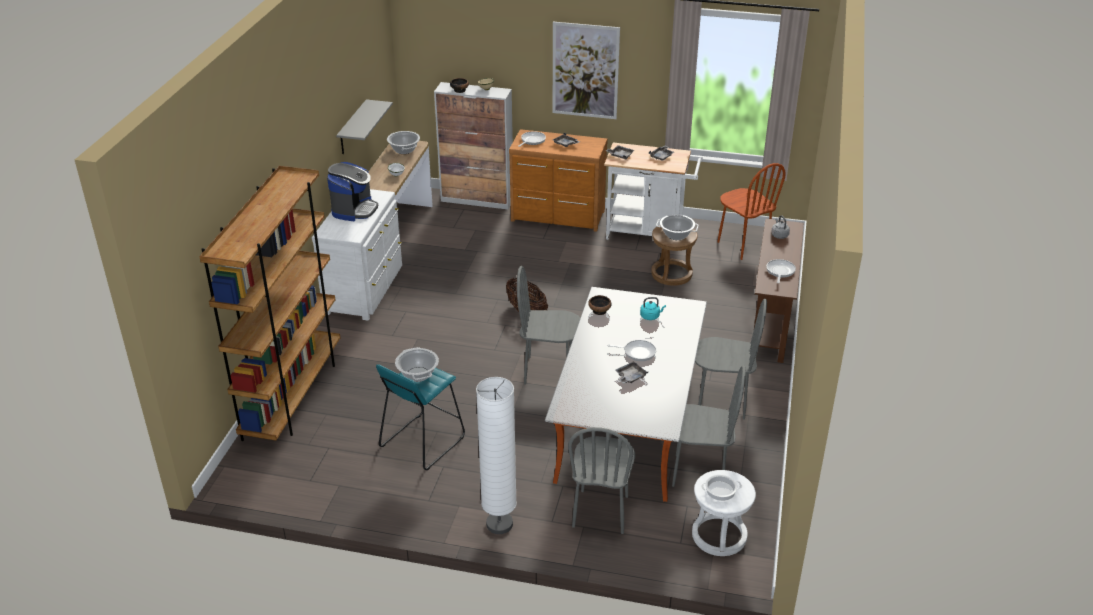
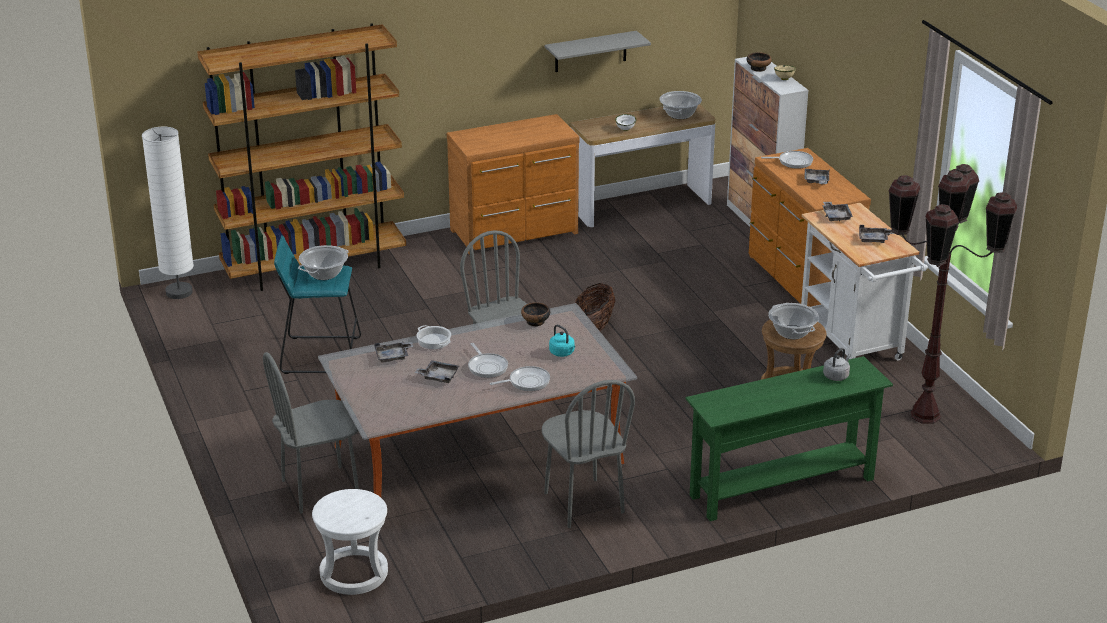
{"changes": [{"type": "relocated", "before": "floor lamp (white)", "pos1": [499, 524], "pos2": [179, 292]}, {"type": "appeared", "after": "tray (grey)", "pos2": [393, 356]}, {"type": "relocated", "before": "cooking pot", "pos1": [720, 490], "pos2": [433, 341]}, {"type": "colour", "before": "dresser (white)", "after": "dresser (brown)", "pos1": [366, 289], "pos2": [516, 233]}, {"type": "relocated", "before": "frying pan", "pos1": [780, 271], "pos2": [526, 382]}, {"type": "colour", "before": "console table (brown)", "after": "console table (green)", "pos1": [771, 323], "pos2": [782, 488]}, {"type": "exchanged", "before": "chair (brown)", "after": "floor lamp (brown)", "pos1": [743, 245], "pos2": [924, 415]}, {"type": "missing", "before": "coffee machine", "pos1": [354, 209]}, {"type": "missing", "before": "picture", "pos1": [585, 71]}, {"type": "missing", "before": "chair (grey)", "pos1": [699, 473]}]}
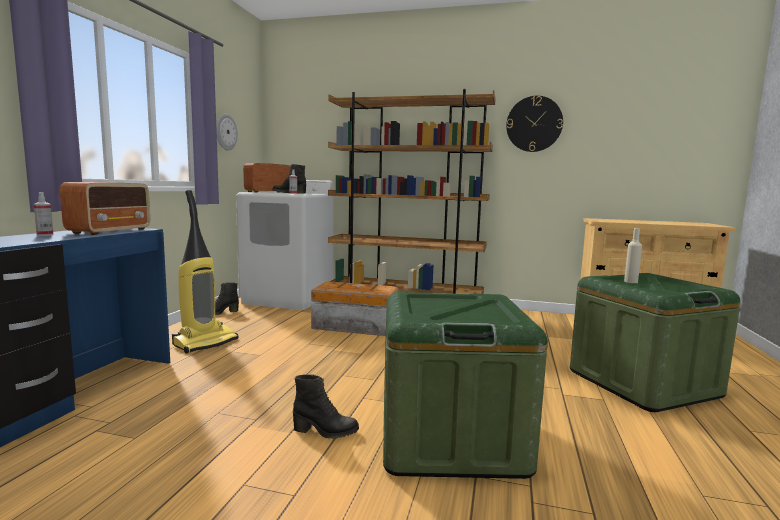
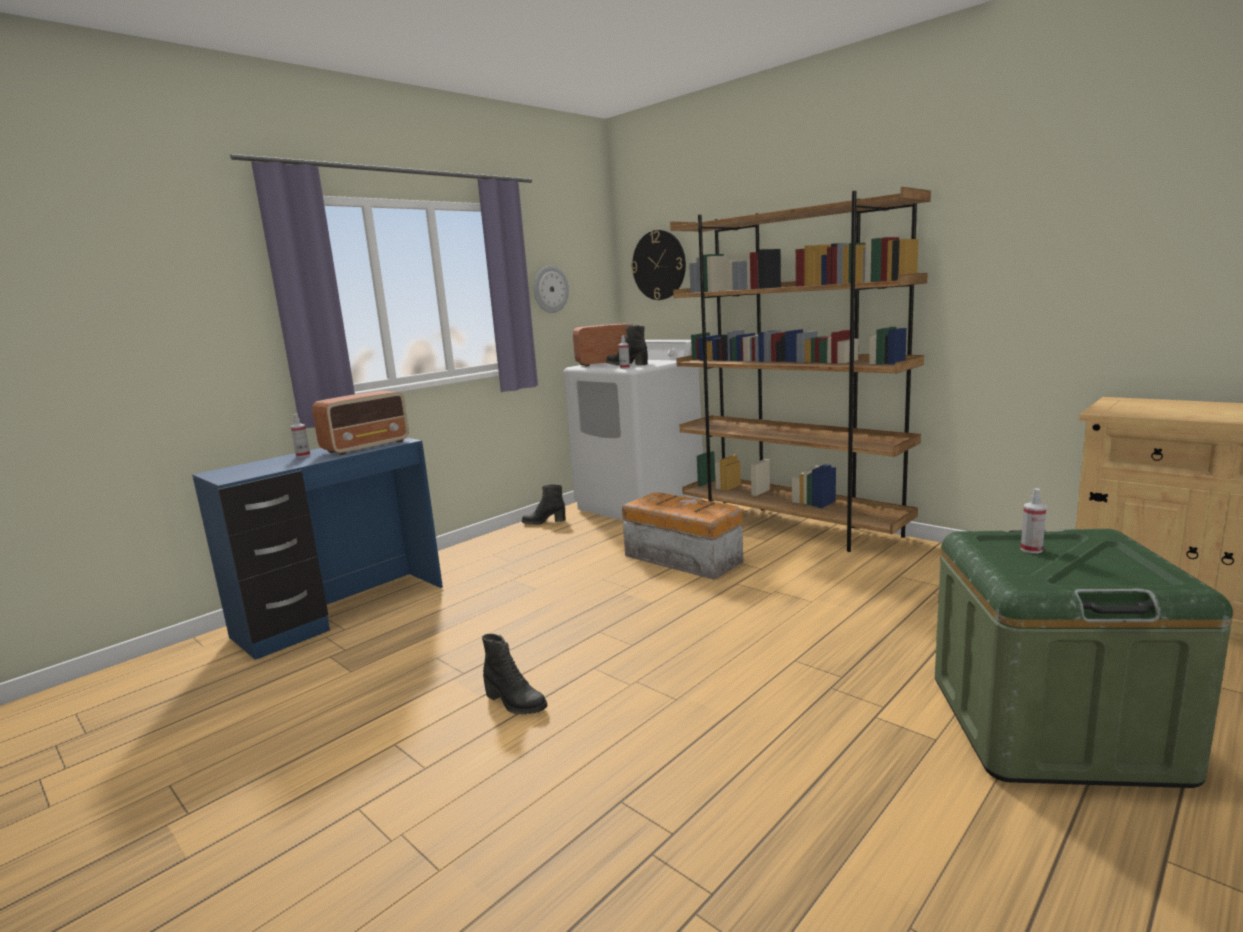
{"changes": [{"type": "relocated", "before": "wall clock", "pos1": [534, 124], "pos2": [659, 265]}, {"type": "exchanged", "before": "bottle (beige)", "after": "spray bottle", "pos1": [630, 282], "pos2": [1031, 549]}, {"type": "missing", "before": "vacuum cleaner", "pos1": [205, 342]}, {"type": "missing", "before": "storage box (green)", "pos1": [450, 437]}]}
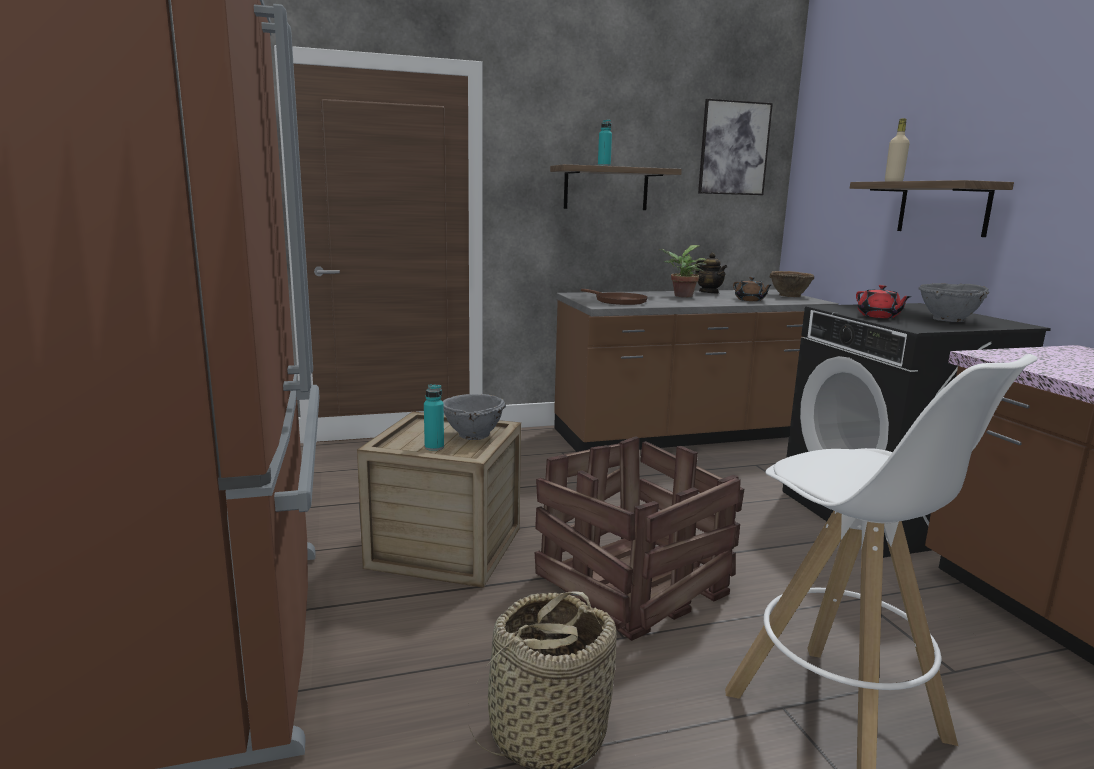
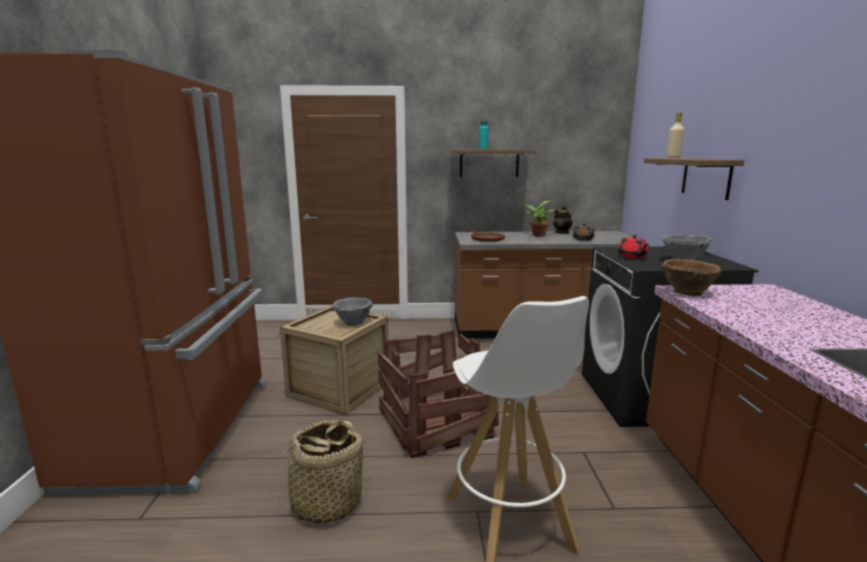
{"changes": [{"type": "relocated", "before": "bowl (brown)", "pos1": [789, 296], "pos2": [687, 292]}, {"type": "missing", "before": "bottle (turquoise)", "pos1": [434, 447]}, {"type": "missing", "before": "picture", "pos1": [734, 148]}]}
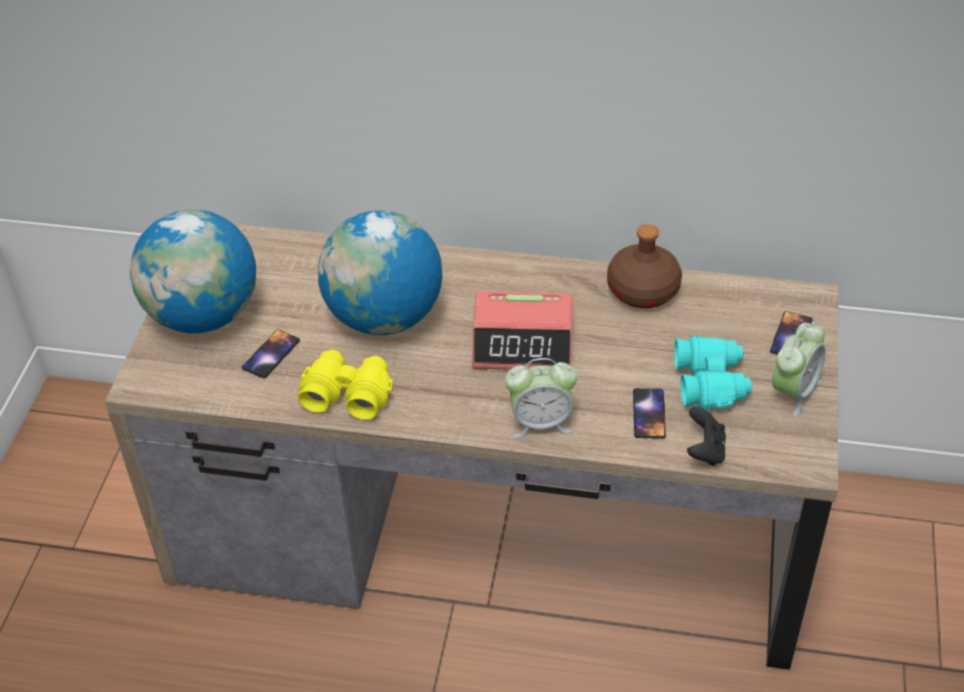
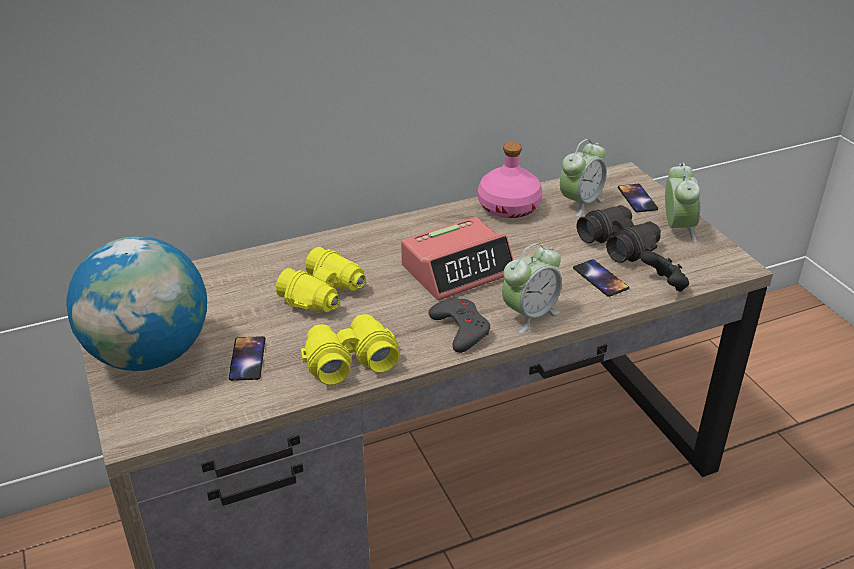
{"changes": [{"type": "exchanged", "before": "globe", "after": "binoculars (yellow)", "pos1": [384, 317], "pos2": [325, 294]}, {"type": "appeared", "after": "game controller (grey)", "pos2": [460, 329]}, {"type": "colour", "before": "bottle (brown)", "after": "bottle (pink)", "pos1": [643, 290], "pos2": [509, 207]}, {"type": "appeared", "after": "alarm clock", "pos2": [580, 203]}, {"type": "colour", "before": "binoculars (turquoise)", "after": "binoculars (black)", "pos1": [710, 382], "pos2": [619, 243]}]}
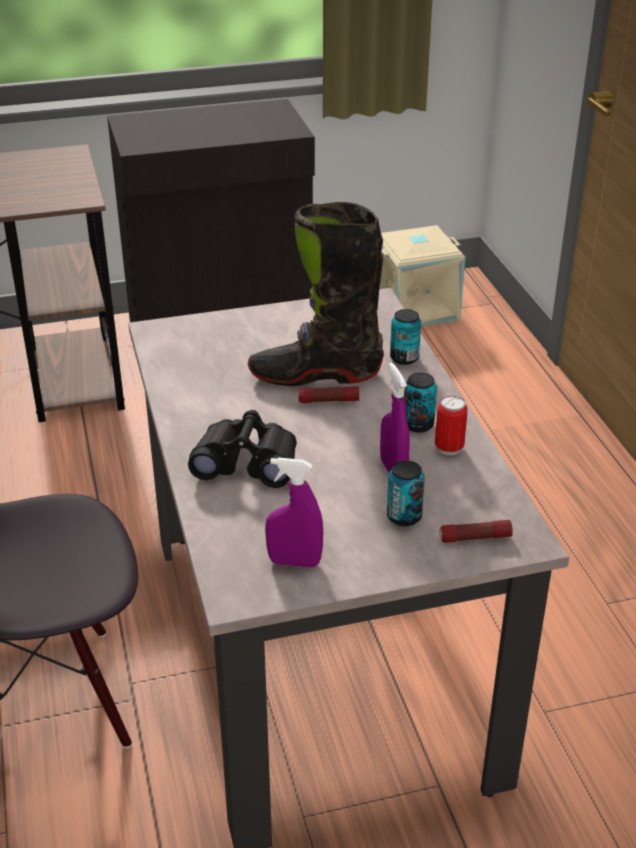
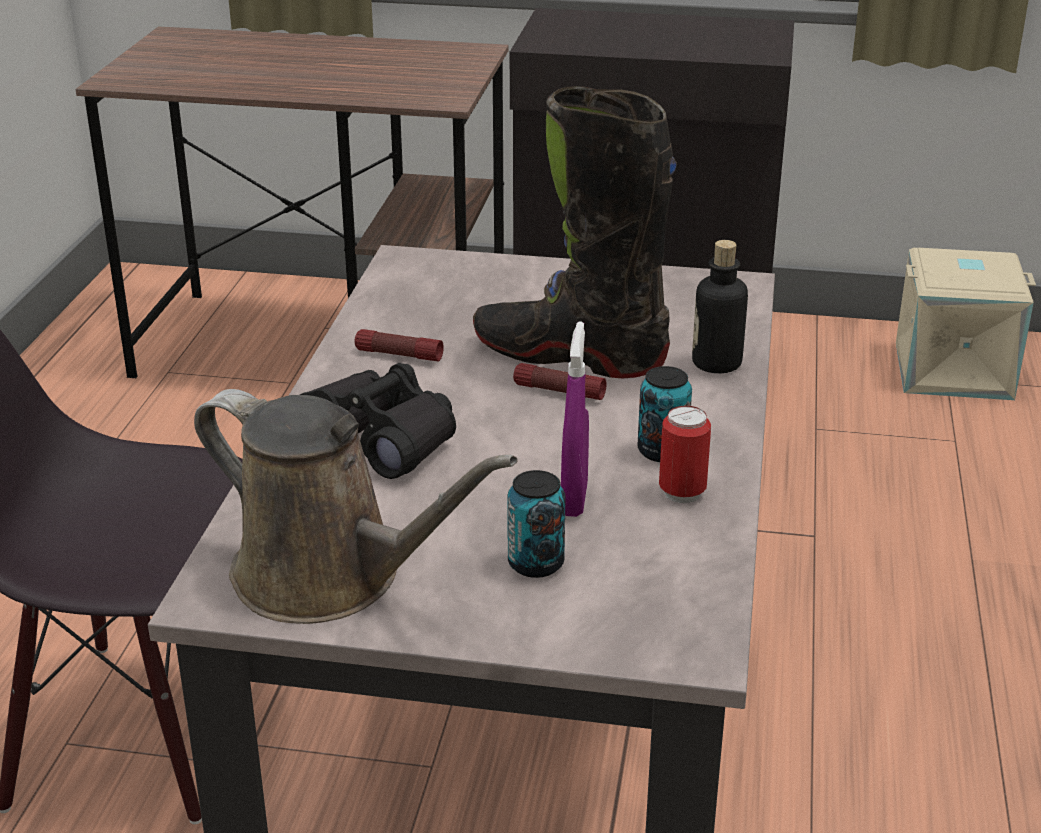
{"changes": [{"type": "exchanged", "before": "spray bottle (purple)", "after": "watering can (brown)", "pos1": [294, 562], "pos2": [330, 578]}, {"type": "relocated", "before": "flashlight", "pos1": [475, 538], "pos2": [399, 355]}, {"type": "exchanged", "before": "can", "after": "bottle", "pos1": [404, 358], "pos2": [716, 363]}]}
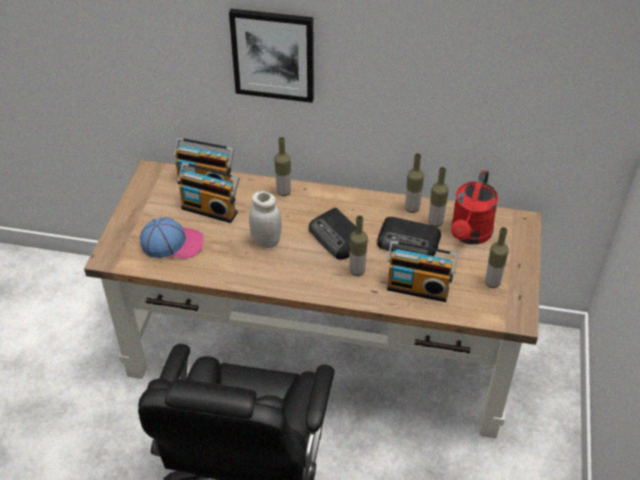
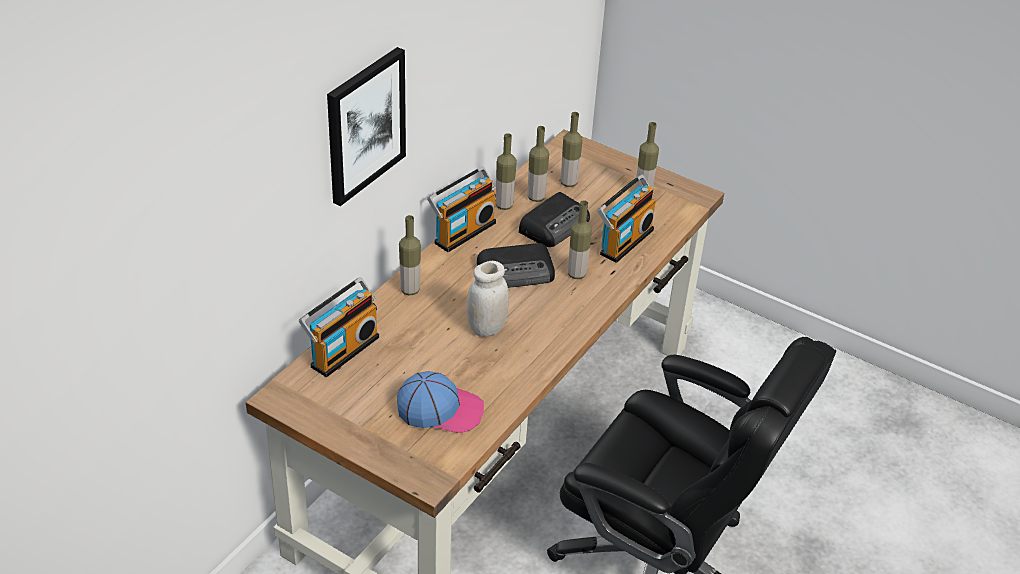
{"changes": [{"type": "spun", "before": "cap", "pos1": [172, 243], "pos2": [440, 409], "turn": 75}, {"type": "relocated", "before": "radio", "pos1": [210, 209], "pos2": [462, 231]}, {"type": "exchanged", "before": "watering can (red)", "after": "bottle", "pos1": [469, 235], "pos2": [568, 183]}]}
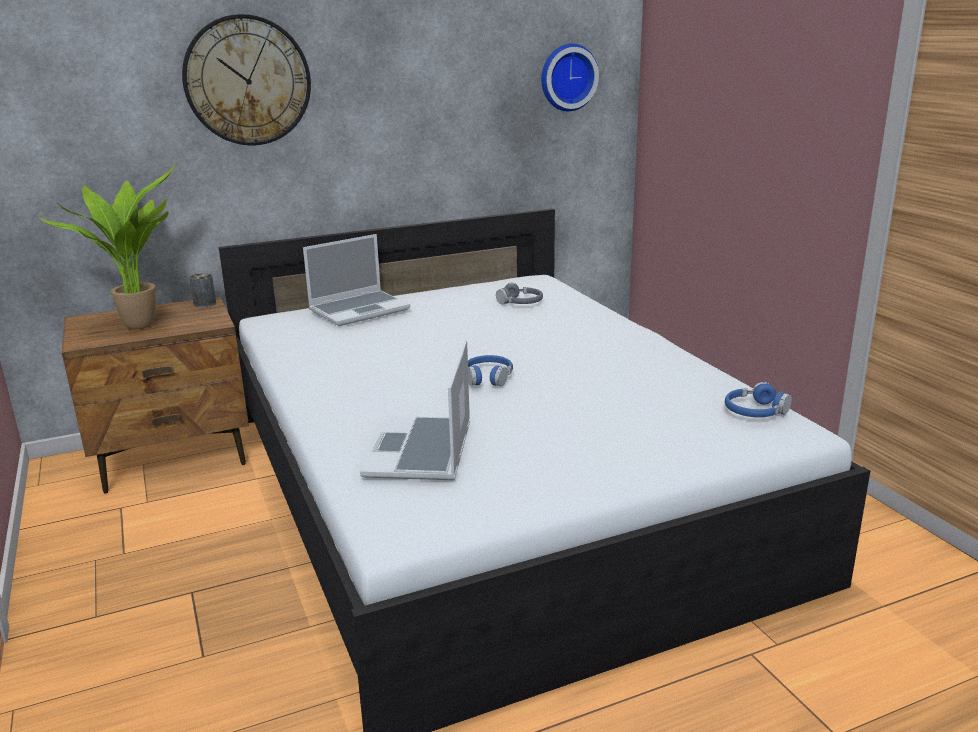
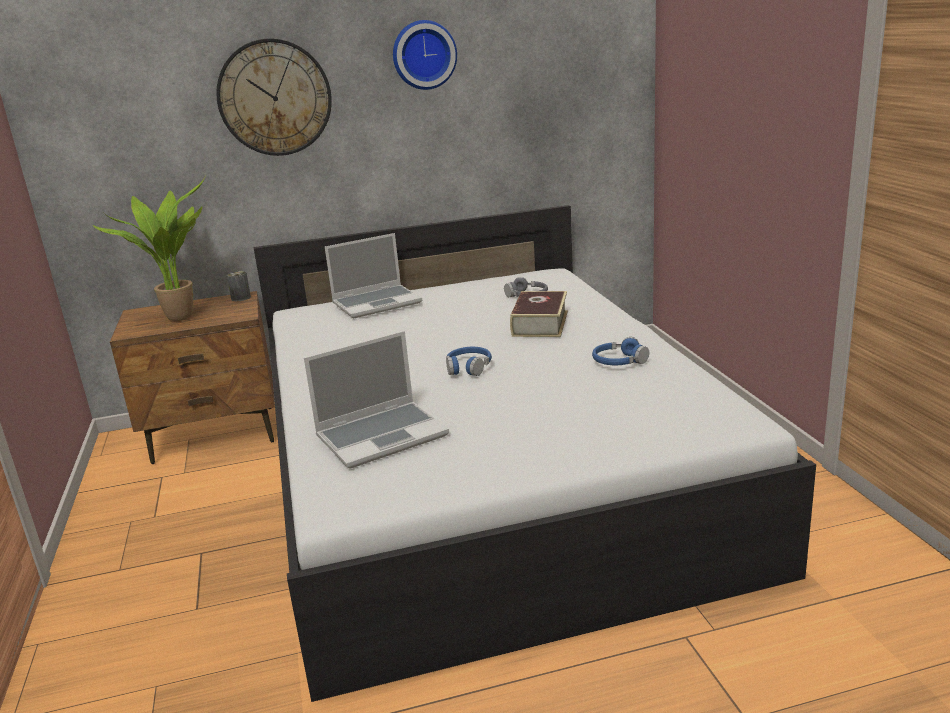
{"changes": [{"type": "spun", "before": "laptop", "pos1": [421, 452], "pos2": [382, 435], "turn": -135}, {"type": "relocated", "before": "wall clock", "pos1": [567, 77], "pos2": [424, 55]}, {"type": "appeared", "after": "book", "pos2": [540, 323]}, {"type": "relocated", "before": "headphones (blue)", "pos1": [755, 411], "pos2": [619, 361]}]}
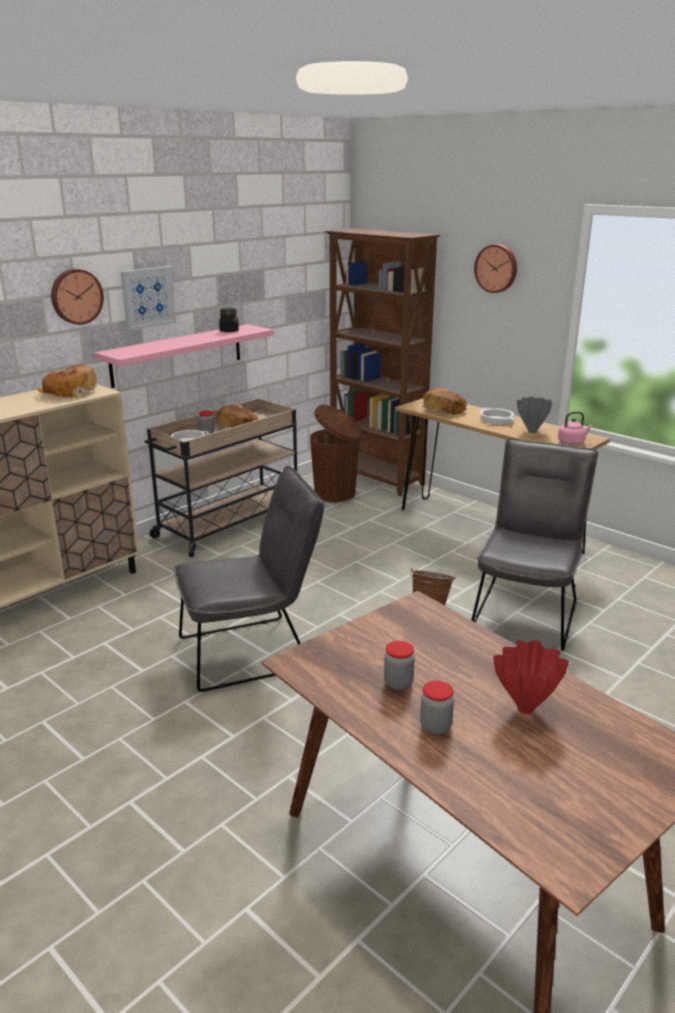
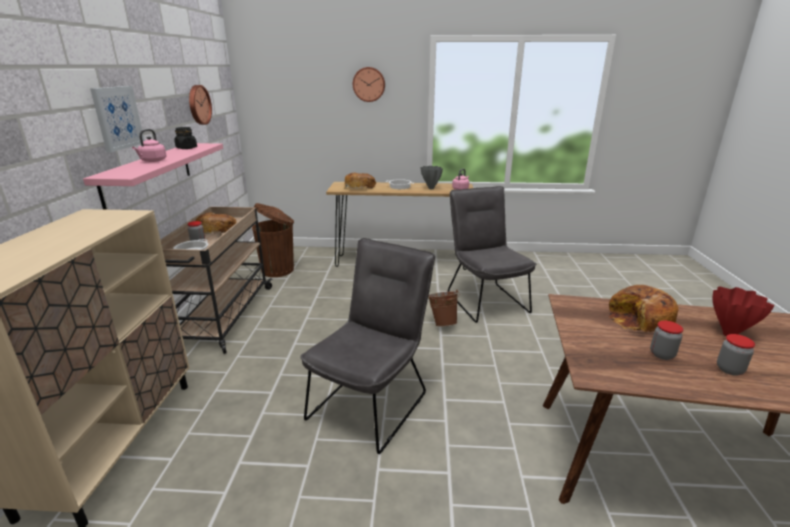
{"changes": [{"type": "appeared", "after": "kettle (pink)", "pos2": [152, 161]}, {"type": "relocated", "before": "wall clock", "pos1": [76, 296], "pos2": [198, 105]}, {"type": "relocated", "before": "bread", "pos1": [69, 392], "pos2": [640, 320]}, {"type": "missing", "before": "bookcase (brown)", "pos1": [376, 479]}]}
